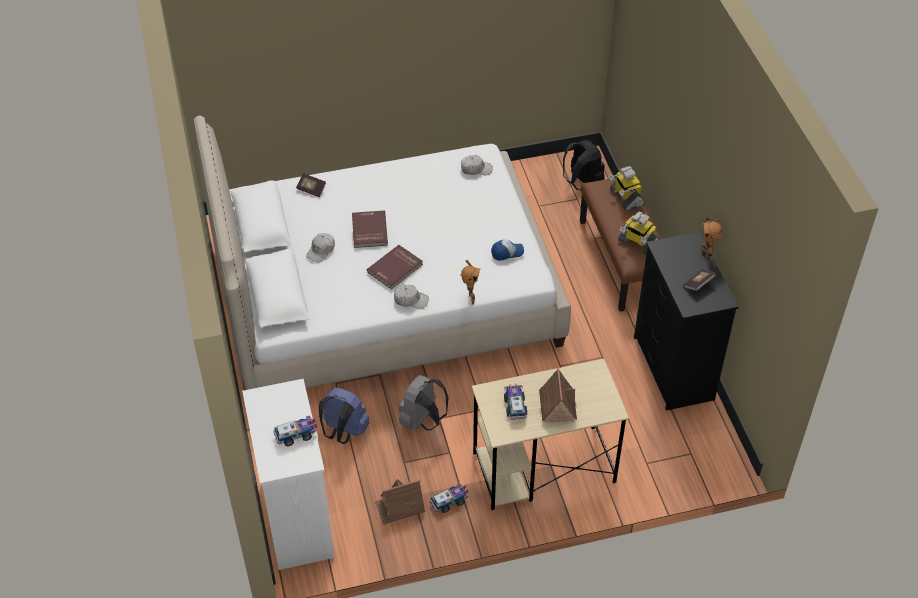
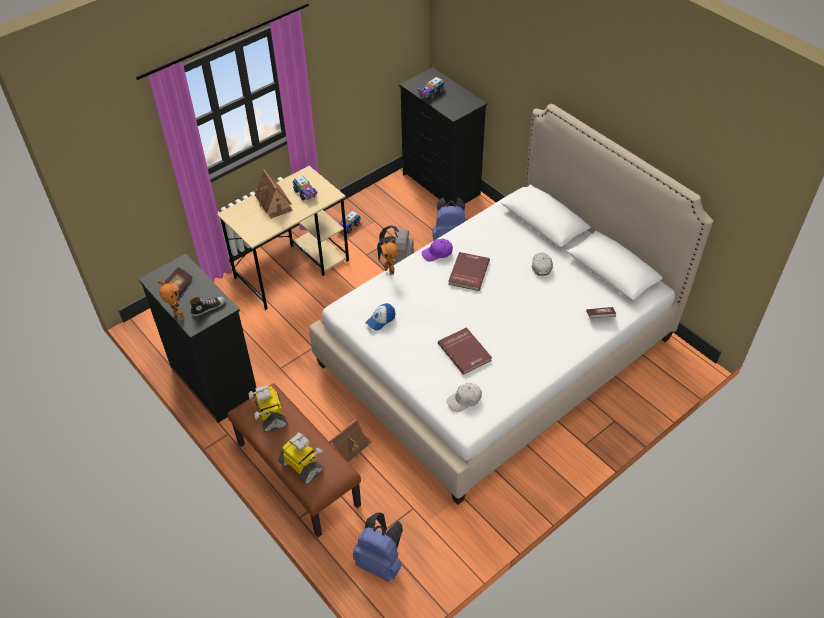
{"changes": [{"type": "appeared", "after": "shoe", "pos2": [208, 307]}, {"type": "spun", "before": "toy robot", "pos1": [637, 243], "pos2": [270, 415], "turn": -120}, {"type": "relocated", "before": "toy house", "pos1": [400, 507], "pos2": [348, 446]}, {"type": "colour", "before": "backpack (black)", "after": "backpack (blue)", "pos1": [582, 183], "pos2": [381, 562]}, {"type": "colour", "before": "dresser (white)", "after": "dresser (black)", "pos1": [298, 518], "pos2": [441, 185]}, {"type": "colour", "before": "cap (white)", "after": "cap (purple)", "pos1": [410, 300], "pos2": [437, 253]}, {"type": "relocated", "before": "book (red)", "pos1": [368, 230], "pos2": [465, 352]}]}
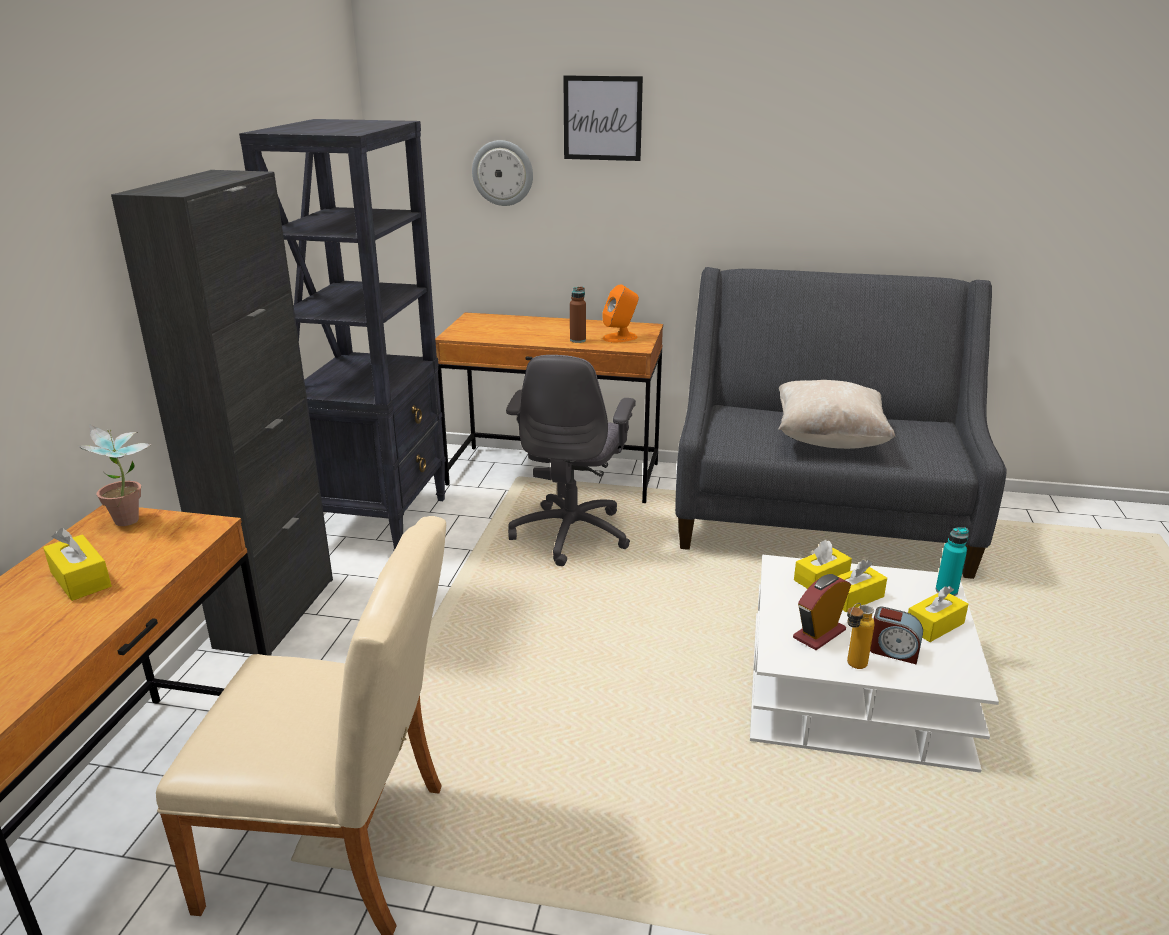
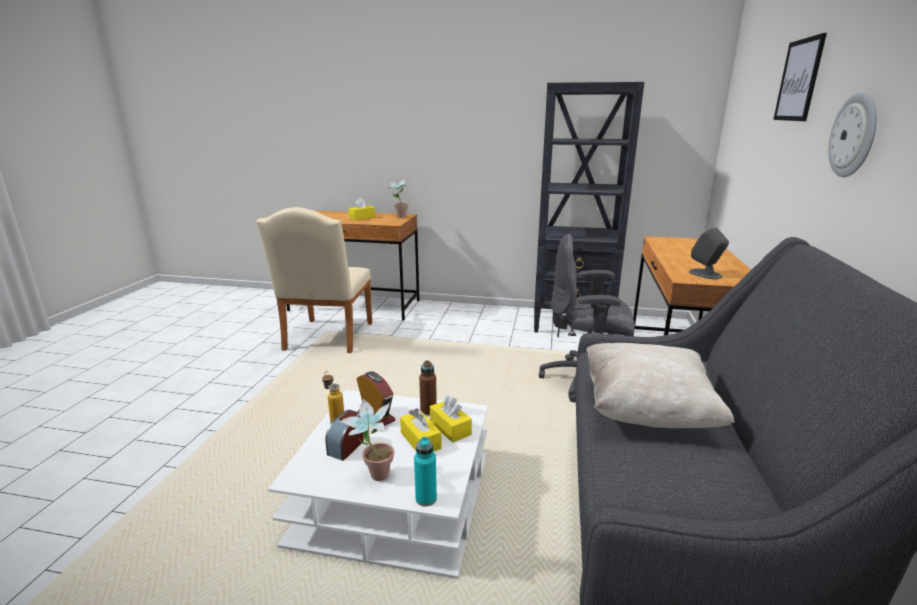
{"changes": [{"type": "exchanged", "before": "tissue box (yellow)", "after": "potted plant", "pos1": [934, 625], "pos2": [373, 477]}, {"type": "relocated", "before": "bottle (brown)", "pos1": [577, 340], "pos2": [428, 411]}, {"type": "colour", "before": "speaker (orange)", "after": "speaker (grey)", "pos1": [620, 337], "pos2": [705, 274]}, {"type": "relocated", "before": "wall clock", "pos1": [503, 173], "pos2": [854, 136]}, {"type": "missing", "before": "cabinet (black)", "pos1": [276, 612]}]}
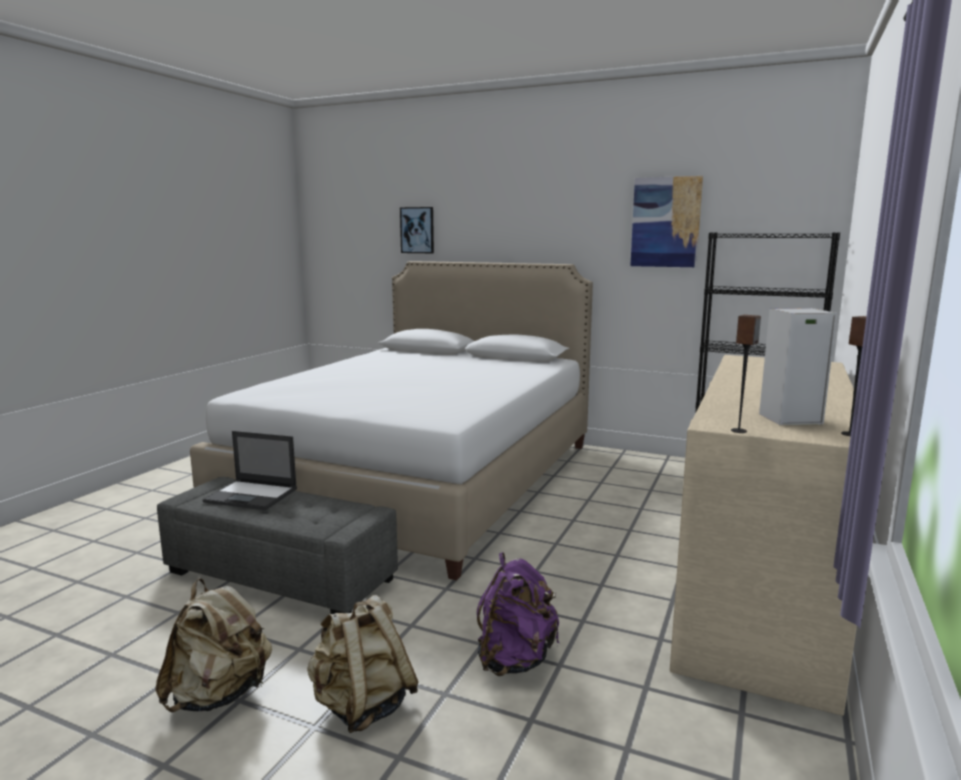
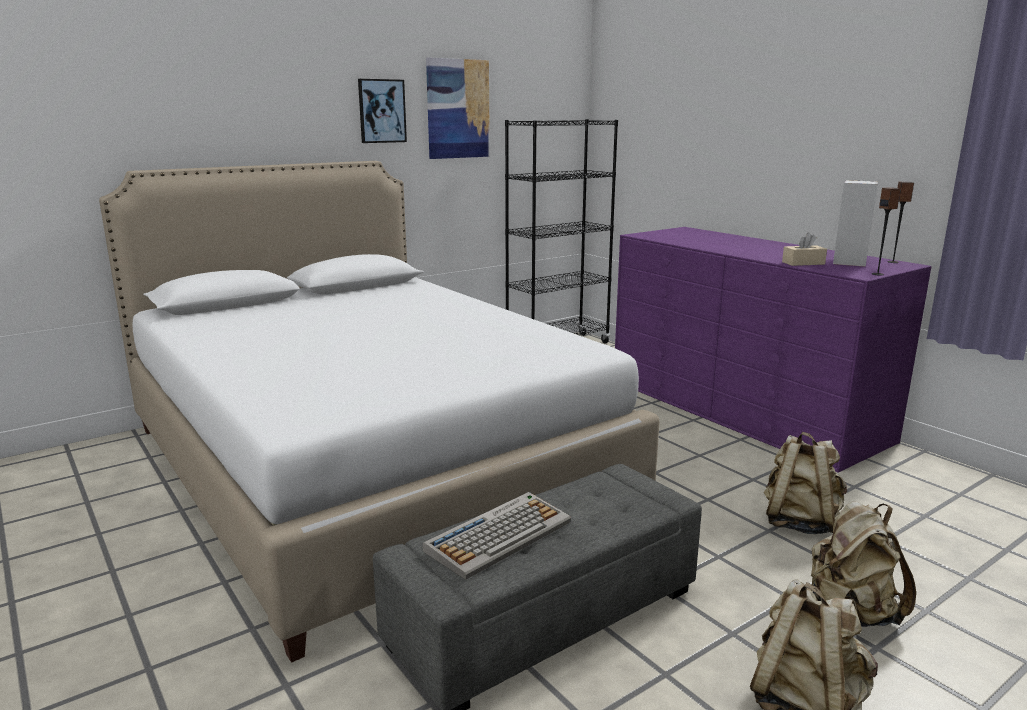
{"changes": [{"type": "relocated", "before": "picture", "pos1": [417, 230], "pos2": [381, 111]}, {"type": "exchanged", "before": "laptop", "after": "keyboard", "pos1": [252, 495], "pos2": [499, 535]}, {"type": "colour", "before": "dresser (beige)", "after": "dresser (purple)", "pos1": [759, 589], "pos2": [742, 409]}, {"type": "colour", "before": "backpack (purple)", "after": "backpack (beige)", "pos1": [515, 659], "pos2": [800, 523]}, {"type": "appeared", "after": "tissue box (beige)", "pos2": [803, 263]}]}
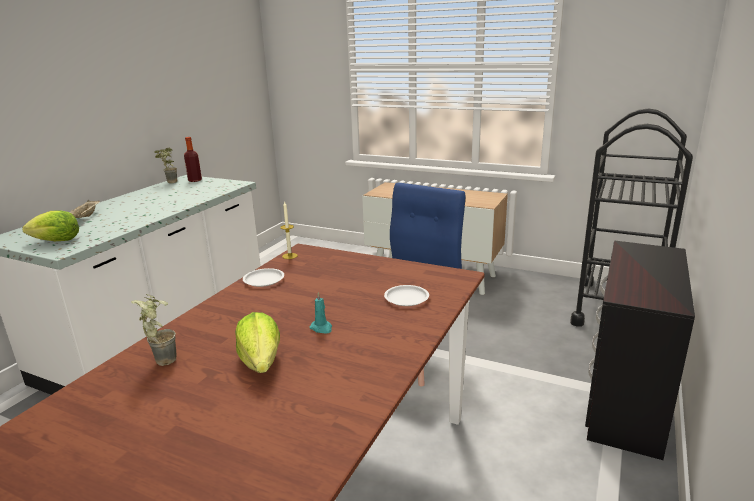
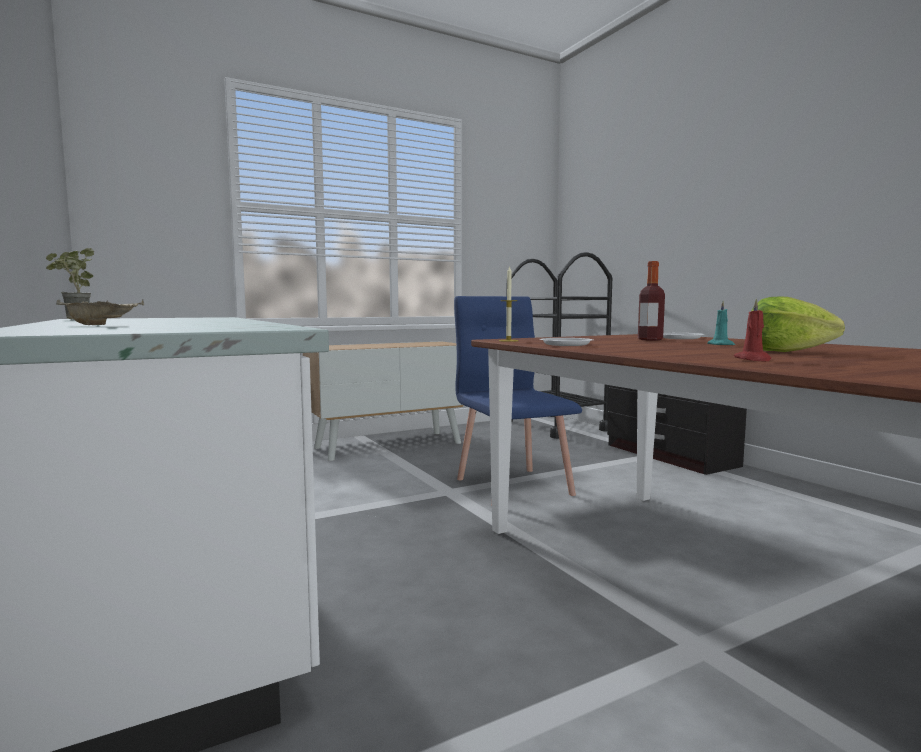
{"changes": [{"type": "relocated", "before": "bottle", "pos1": [195, 180], "pos2": [650, 339]}, {"type": "exchanged", "before": "potted plant", "after": "candle (red)", "pos1": [161, 359], "pos2": [753, 359]}, {"type": "missing", "before": "lettuce", "pos1": [56, 241]}]}
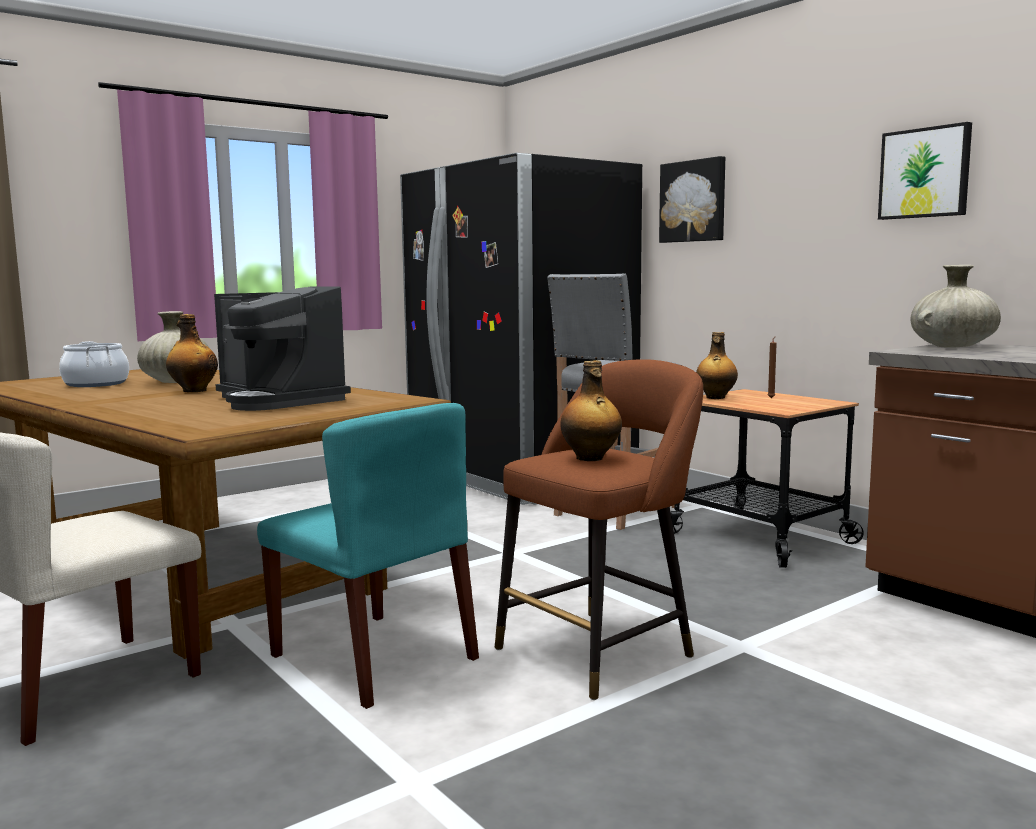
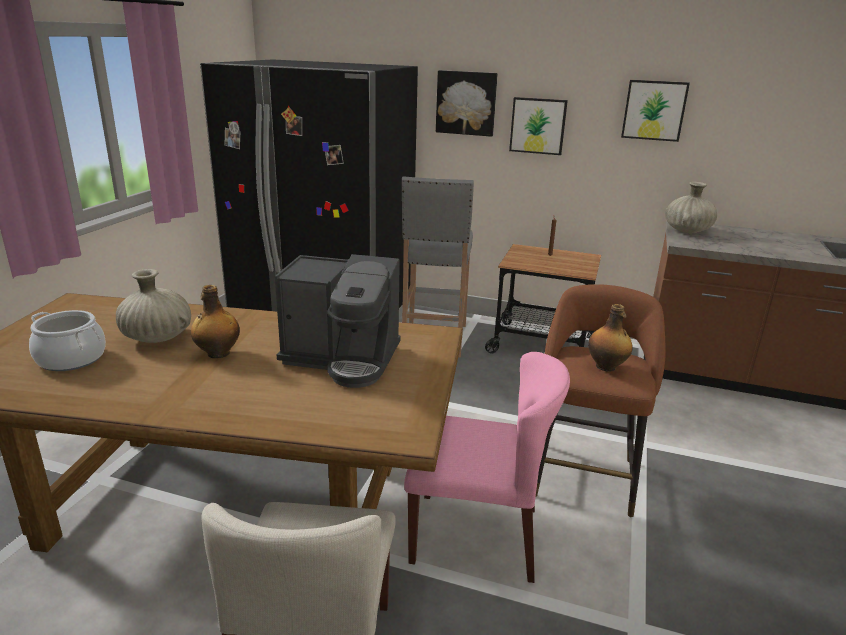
{"changes": [{"type": "colour", "before": "chair (turquoise)", "after": "chair (pink)", "pos1": [375, 657], "pos2": [476, 534]}, {"type": "appeared", "after": "picture", "pos2": [538, 125]}, {"type": "missing", "before": "bottle", "pos1": [715, 398]}]}
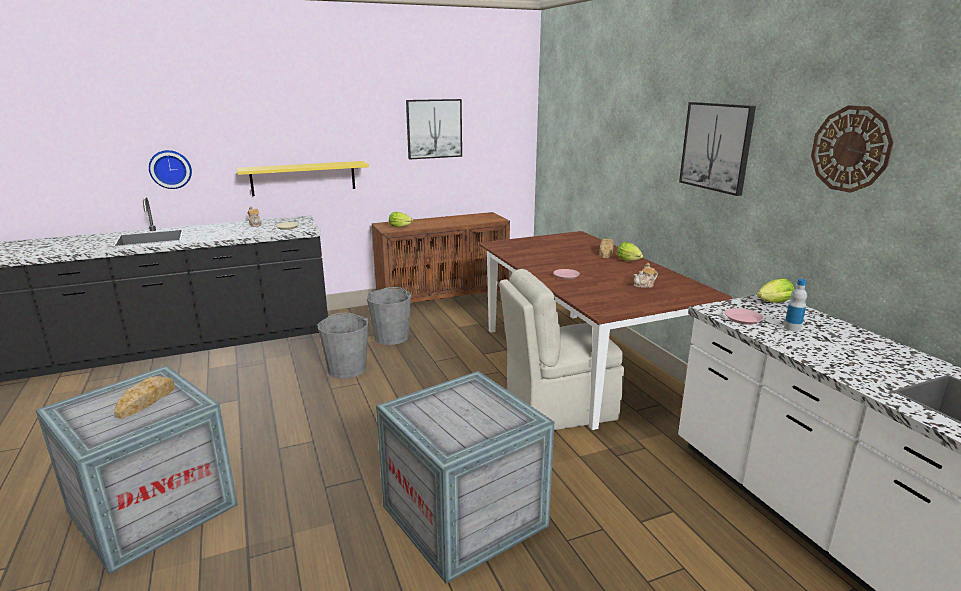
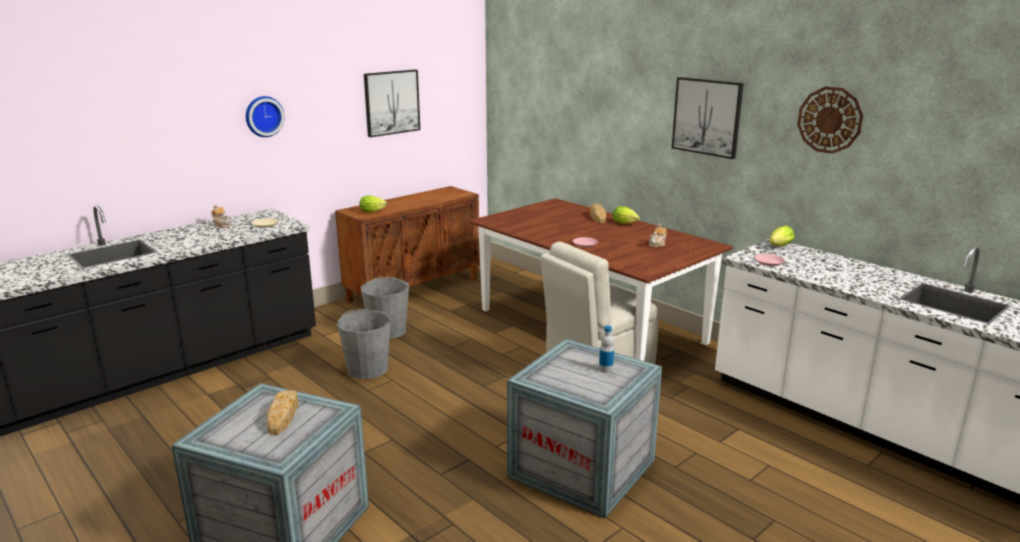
{"changes": [{"type": "relocated", "before": "wall clock", "pos1": [170, 169], "pos2": [263, 116]}, {"type": "relocated", "before": "bottle", "pos1": [792, 328], "pos2": [605, 369]}, {"type": "missing", "before": "shelf (yellow)", "pos1": [303, 178]}]}
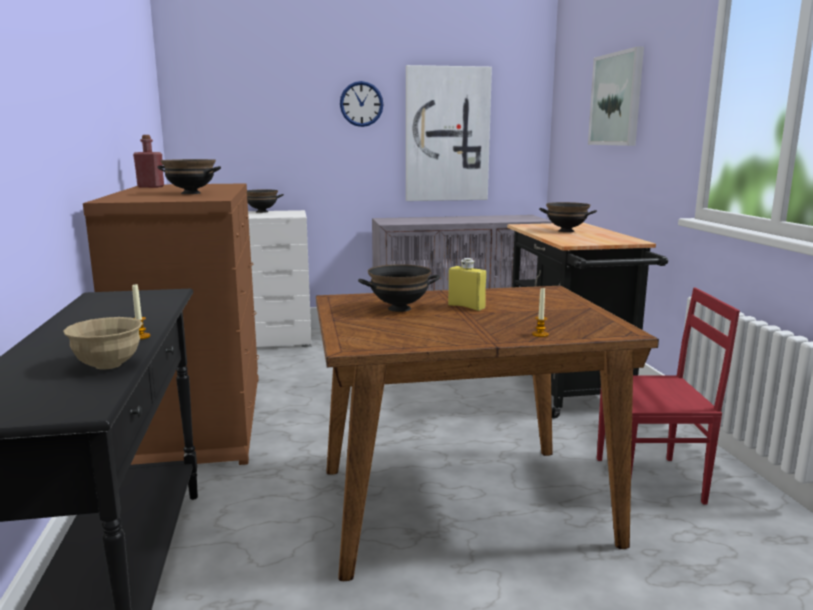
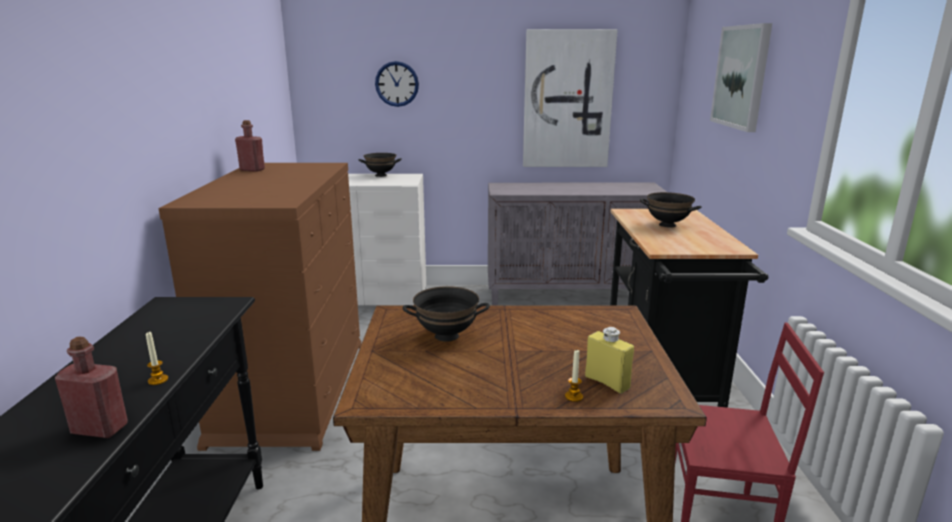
{"changes": [{"type": "exchanged", "before": "bowl (beige)", "after": "bottle (red)", "pos1": [108, 365], "pos2": [100, 429]}, {"type": "relocated", "before": "wall clock", "pos1": [361, 104], "pos2": [397, 84]}, {"type": "relocated", "before": "bottle (yellow)", "pos1": [466, 306], "pos2": [607, 382]}, {"type": "missing", "before": "bowl (black)", "pos1": [190, 193]}]}
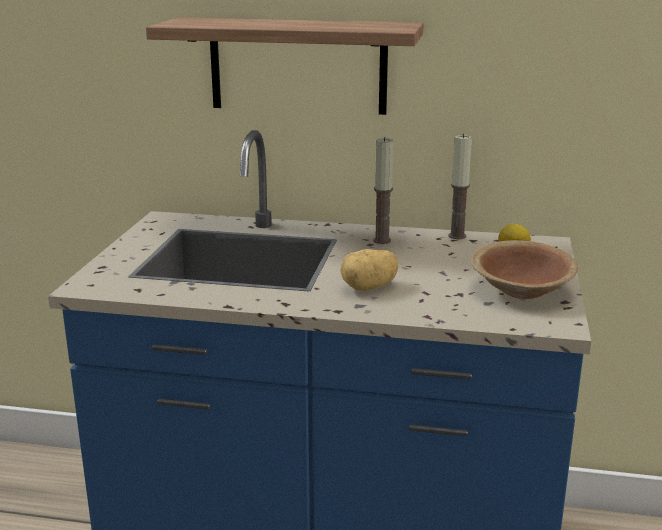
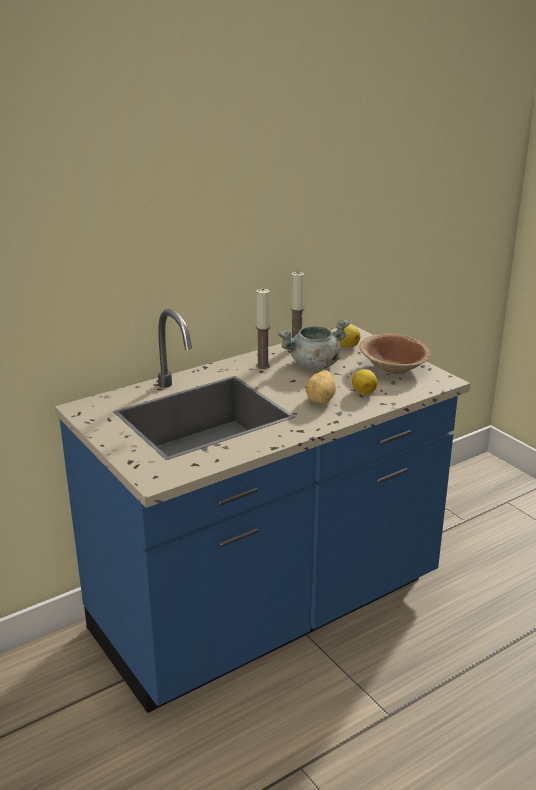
{"changes": [{"type": "appeared", "after": "cooking pot (grey)", "pos2": [314, 365]}, {"type": "appeared", "after": "lemon", "pos2": [364, 392]}, {"type": "missing", "before": "shelf", "pos1": [298, 66]}]}
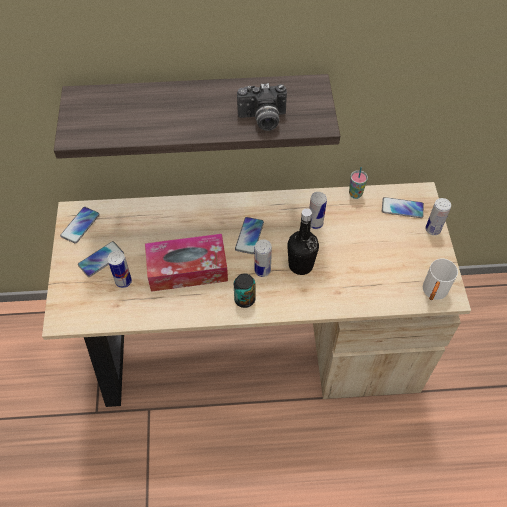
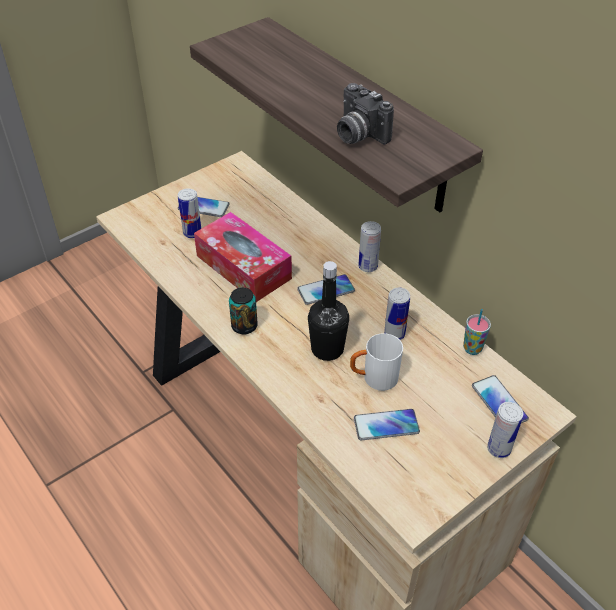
{"changes": [{"type": "relocated", "before": "mug (white)", "pos1": [433, 293], "pos2": [373, 378]}, {"type": "relocated", "before": "phone", "pos1": [80, 225], "pos2": [386, 425]}, {"type": "relocated", "before": "can", "pos1": [262, 270], "pos2": [368, 266]}]}
